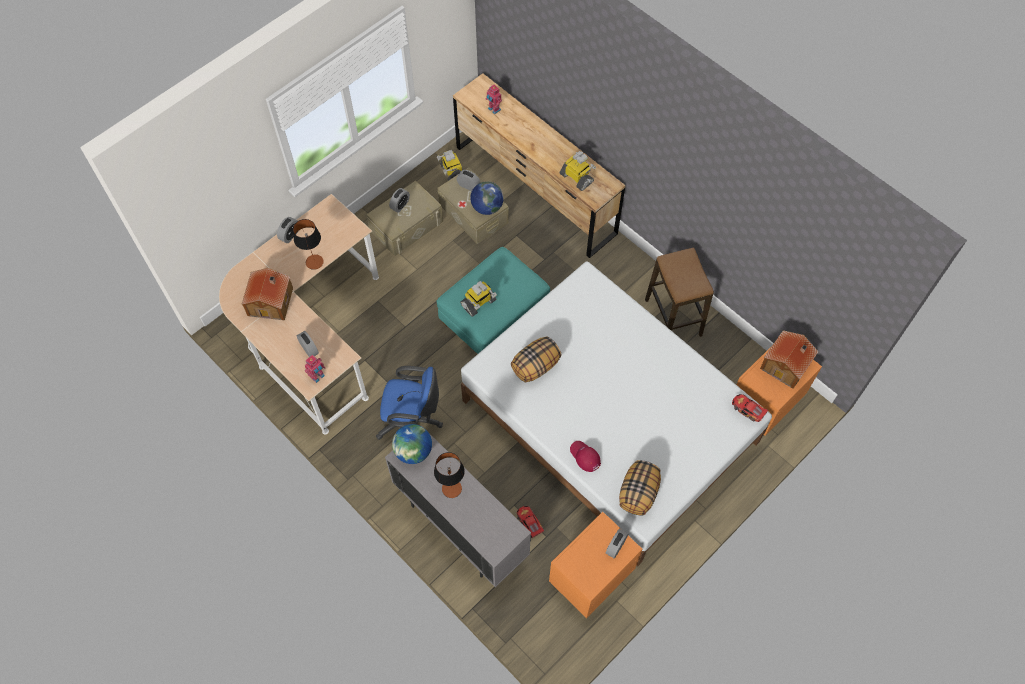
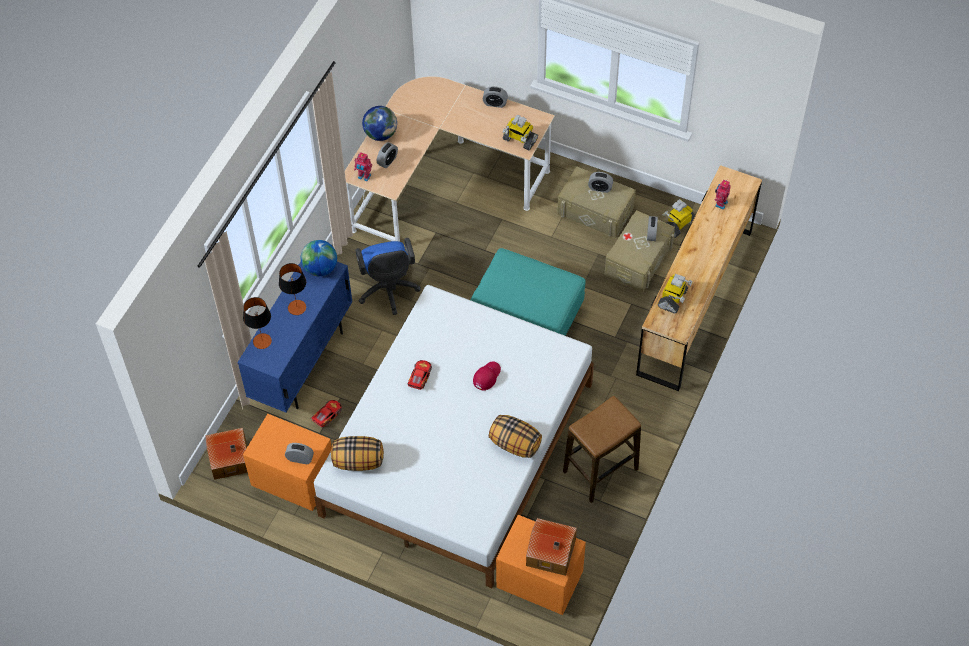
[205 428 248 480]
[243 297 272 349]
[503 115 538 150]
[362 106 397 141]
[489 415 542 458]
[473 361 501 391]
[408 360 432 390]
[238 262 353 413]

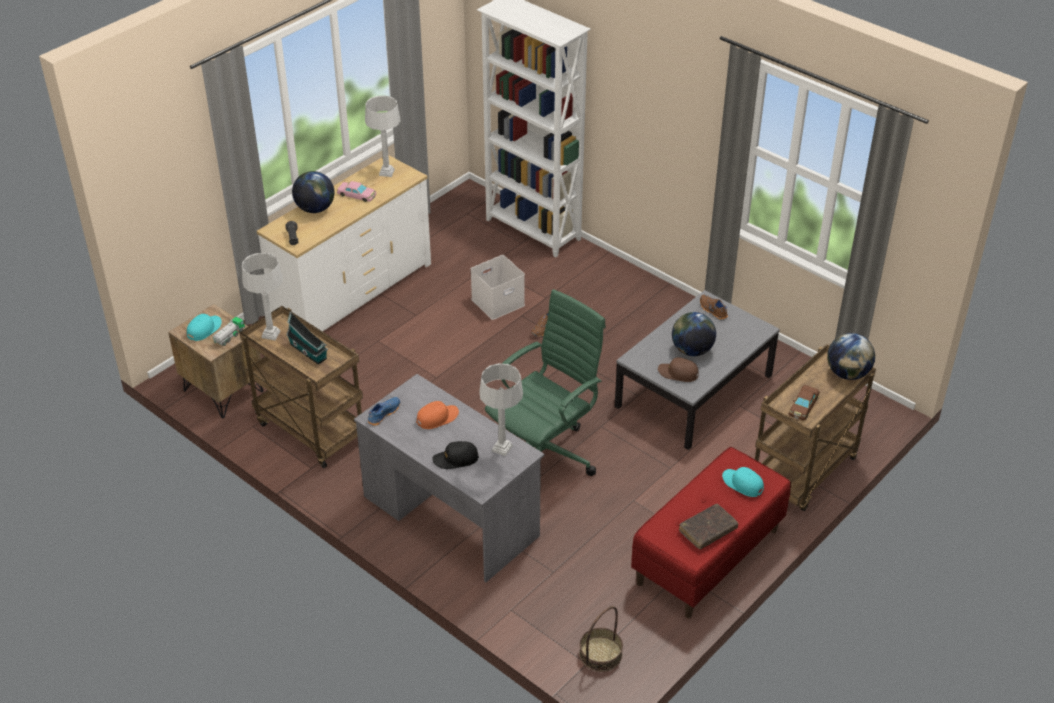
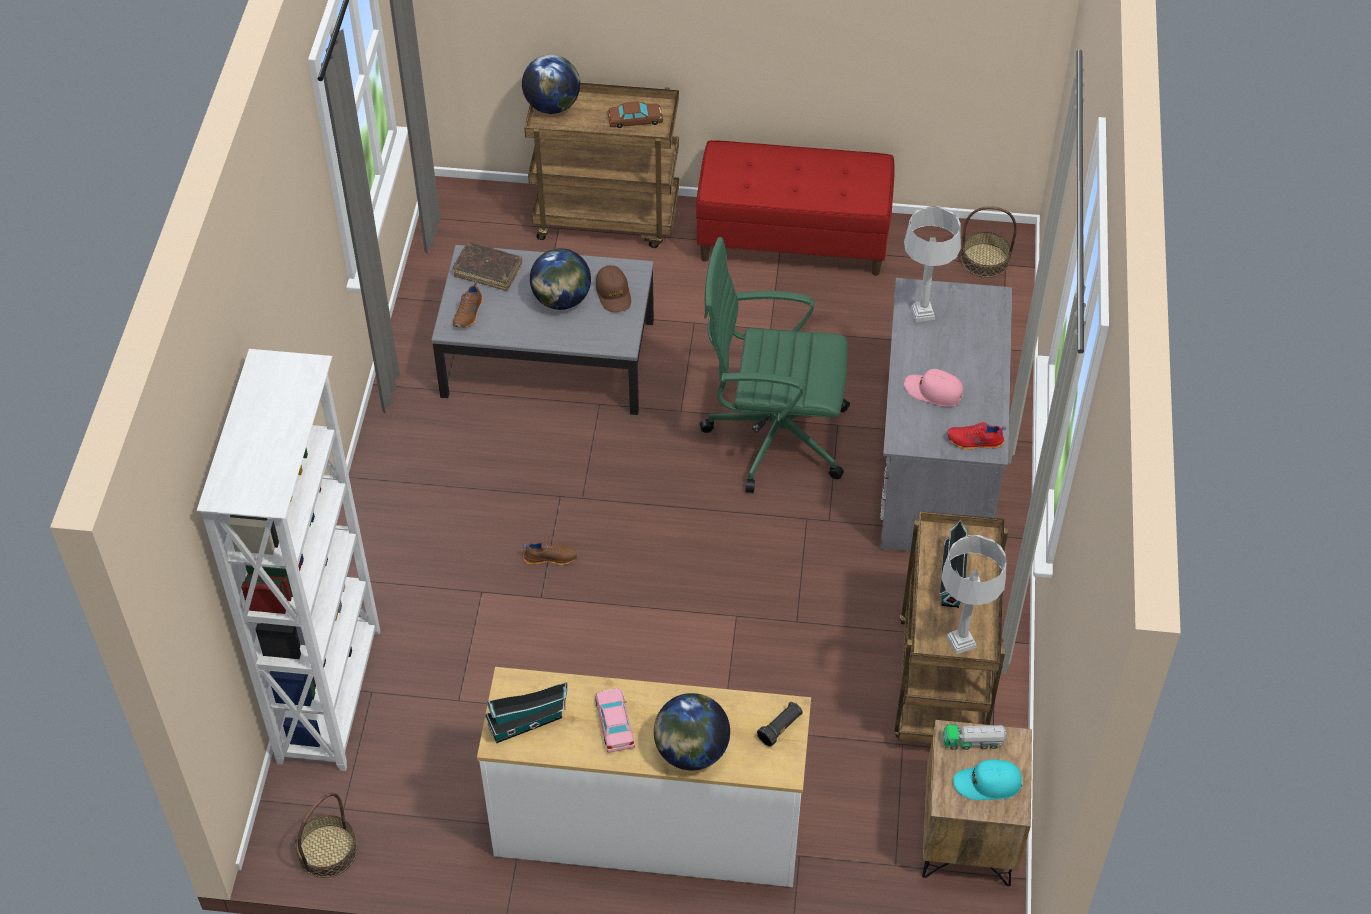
[432 441 479 469] (first image)
[471 255 525 320] (first image)
[722 467 764 497] (first image)
[295 793 357 878]
[453 241 522 291]
[485 682 568 743]
[947 422 1006 450]
[904 369 963 407]

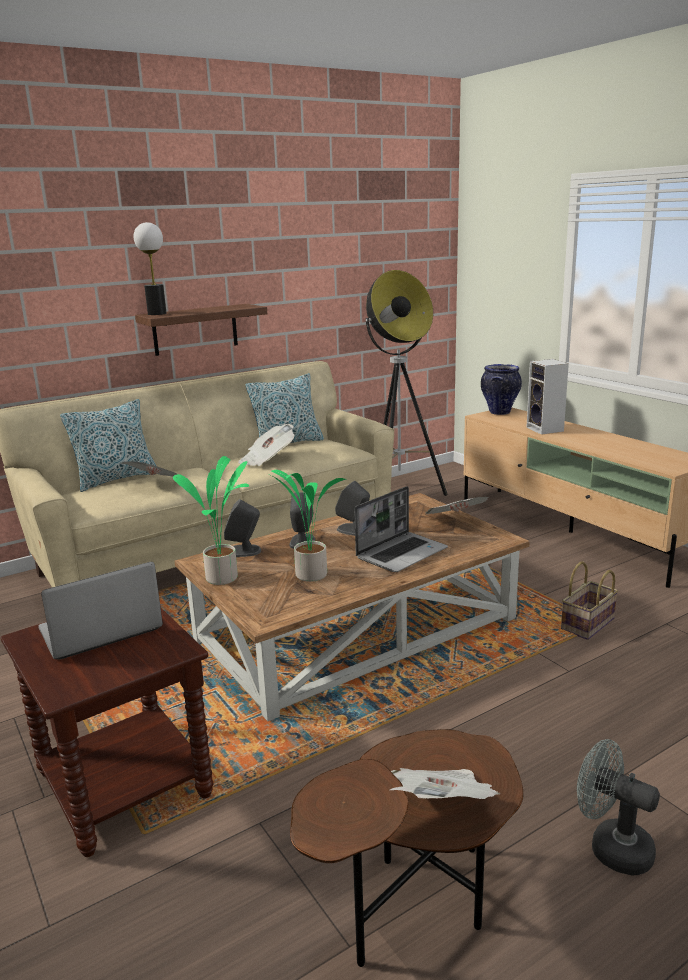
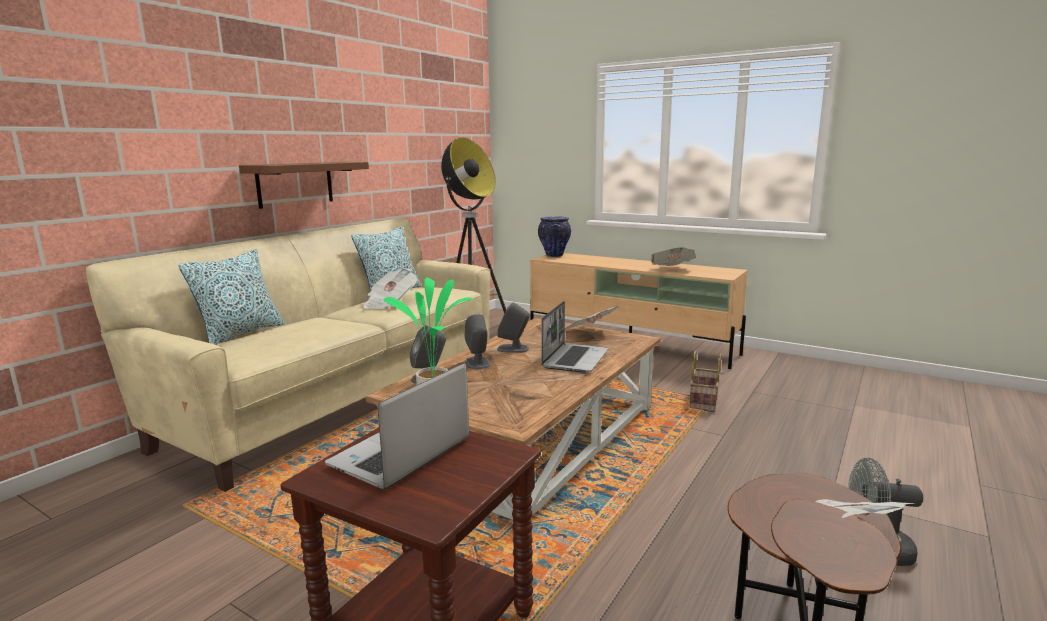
[134 222 167 315] (first image)
[268 470 347 582] (first image)
[526 359 569 435] (first image)
[651 247 696 266]

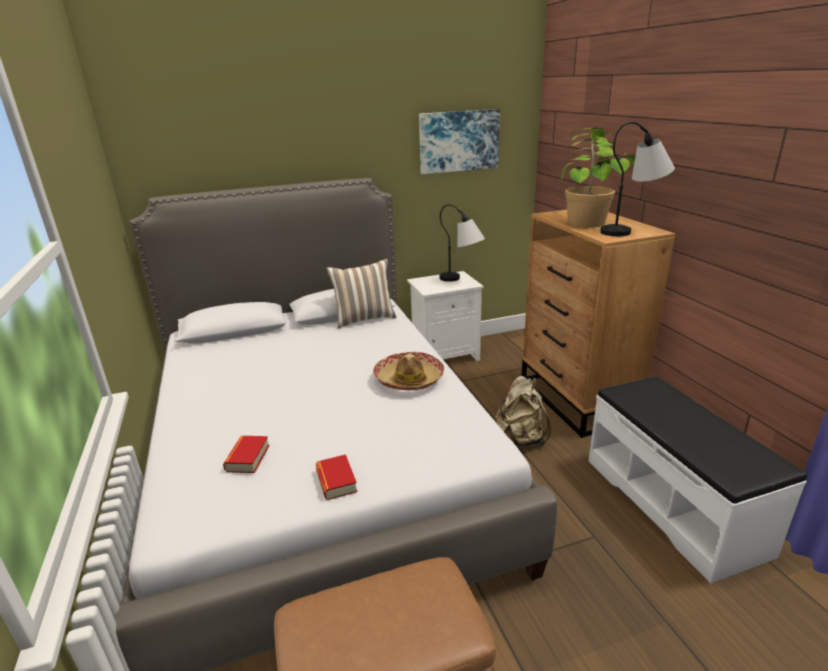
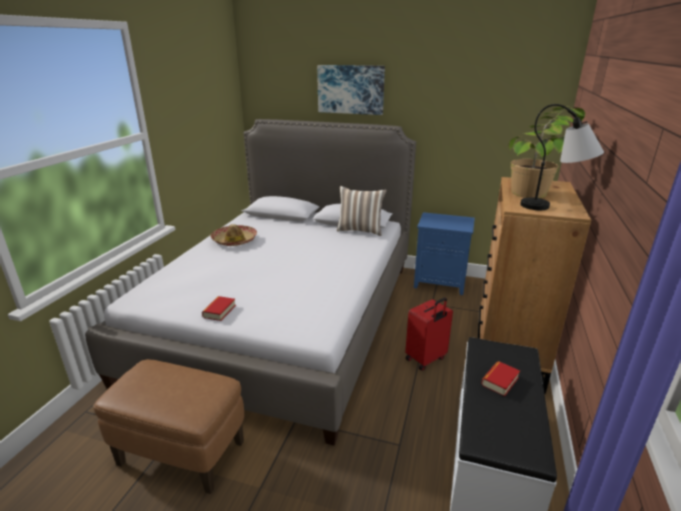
[440 204 485 282] (first image)
[481 361 520 397]
[210 224 257 246]
[317 65 385 115]
[405 297 453 371]
[414 212 475 295]

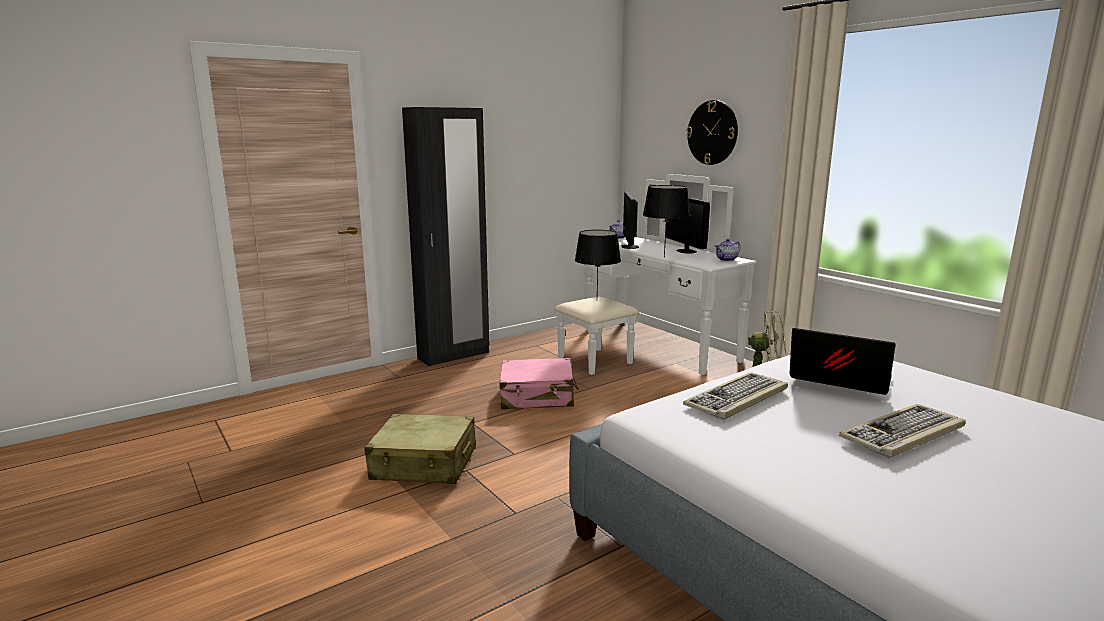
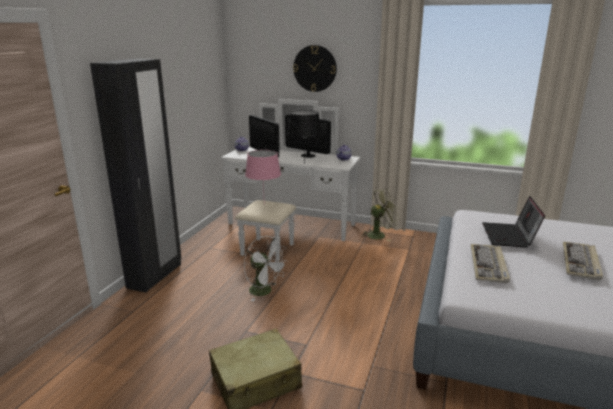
[244 236 288 301]
[245 150 281 205]
[482 196 545 248]

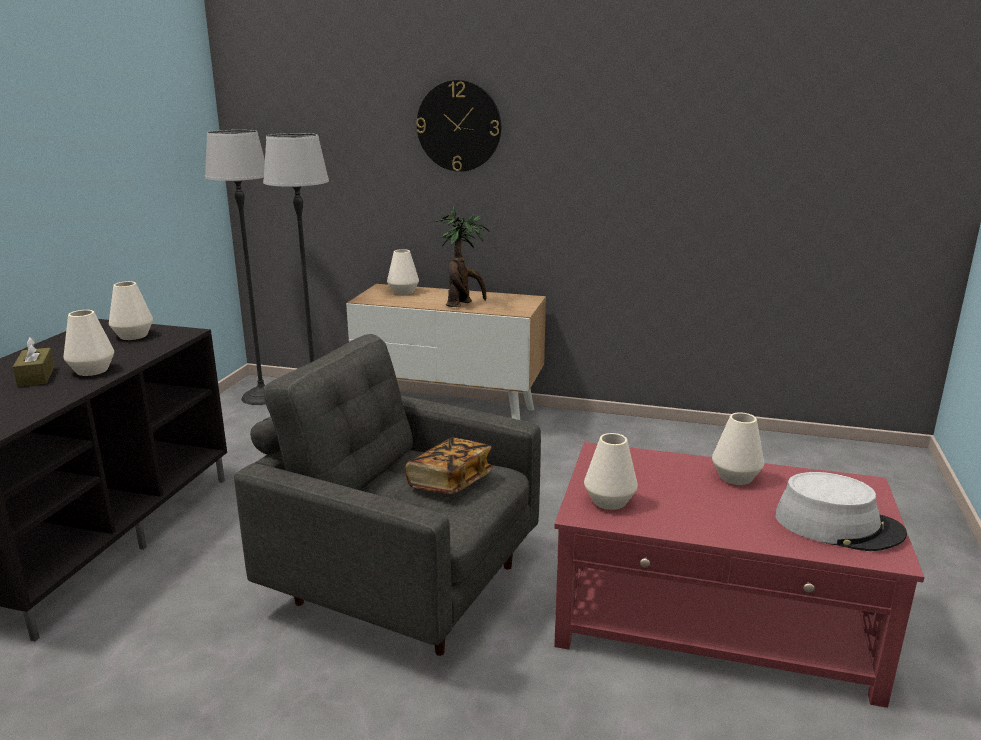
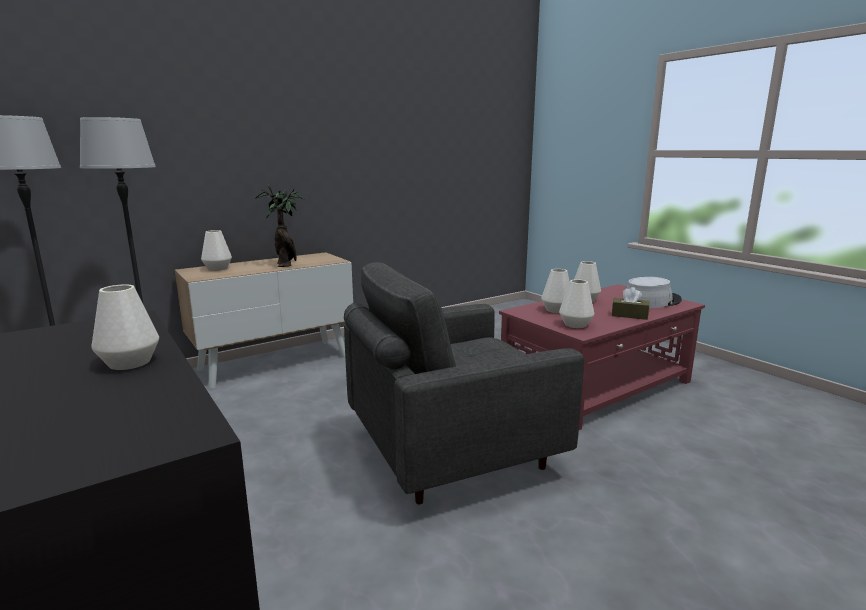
[405 437 493 494] (first image)
[416 80 501 172] (first image)
[612 287 649 320]
[541 269 570 313]

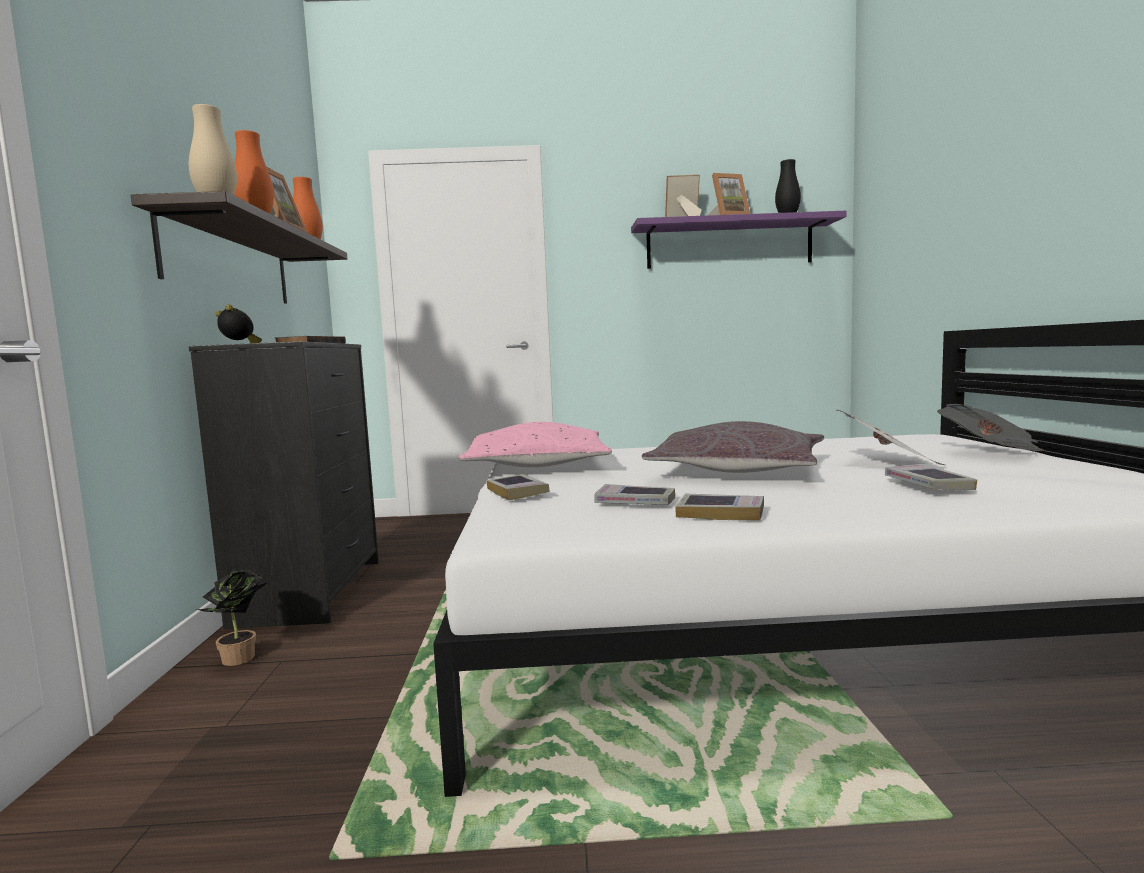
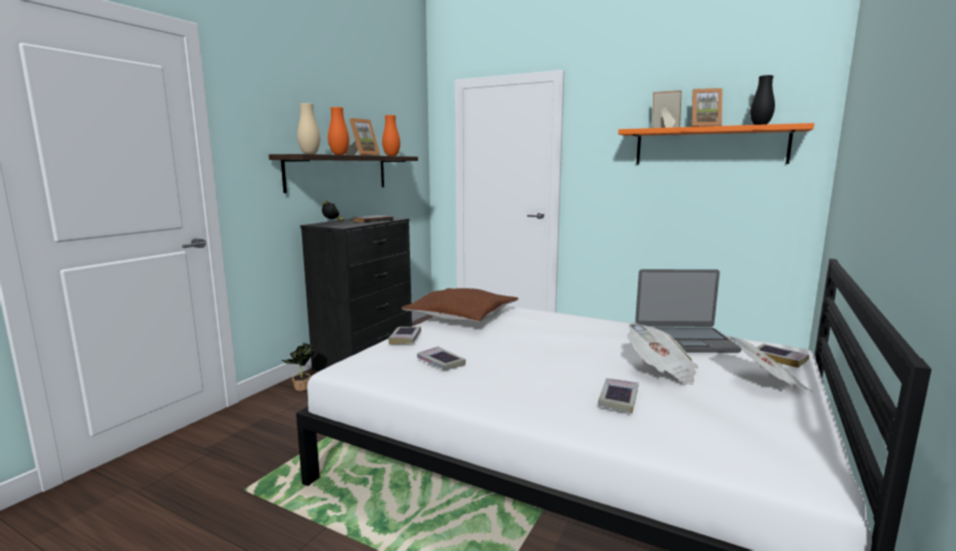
[642 421 824 473] (first image)
[635 269 741 353]
[757 343 809 368]
[401 288 518 323]
[618 123 814 164]

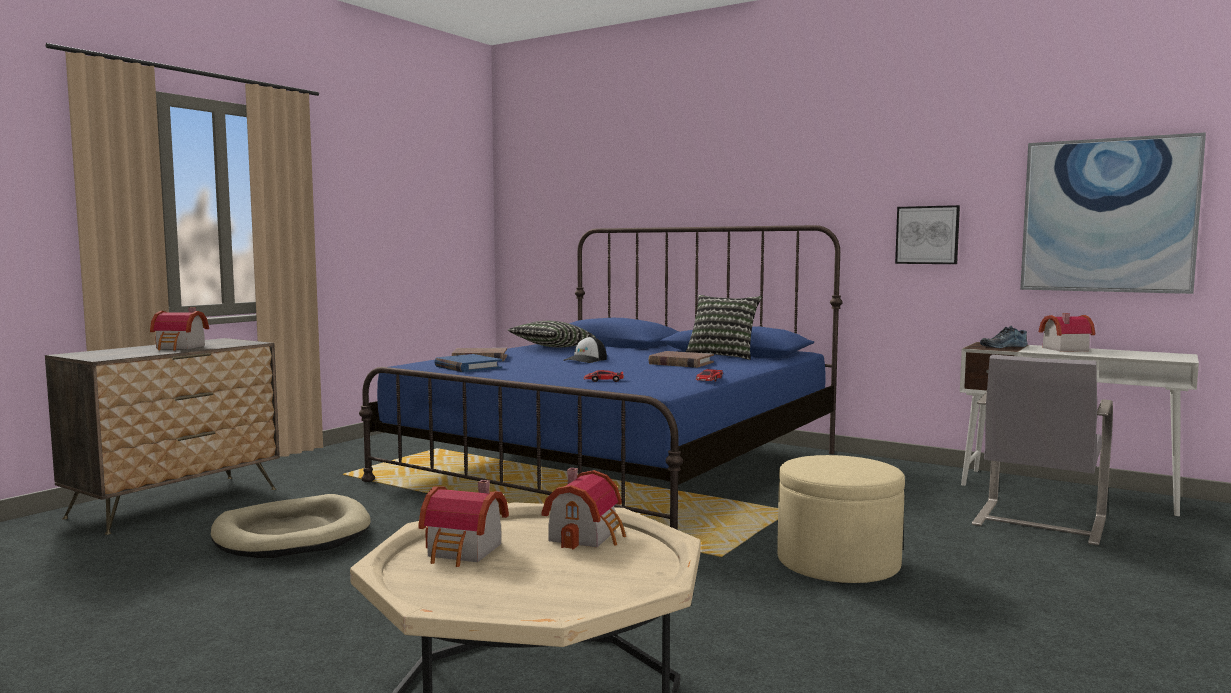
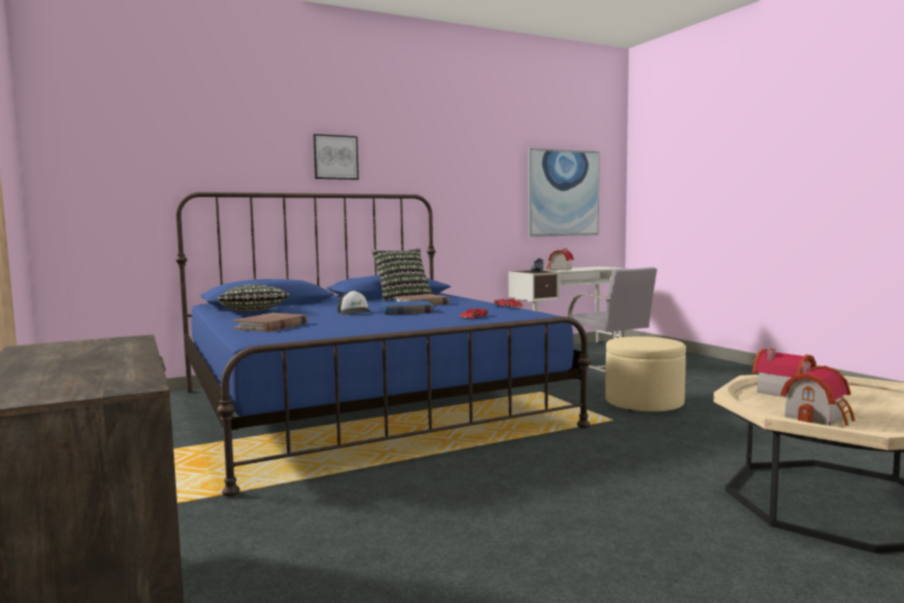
[150 307 209 350] (first image)
[211 494 371 558] (first image)
[381 301 434 315]
[313 134 359 180]

